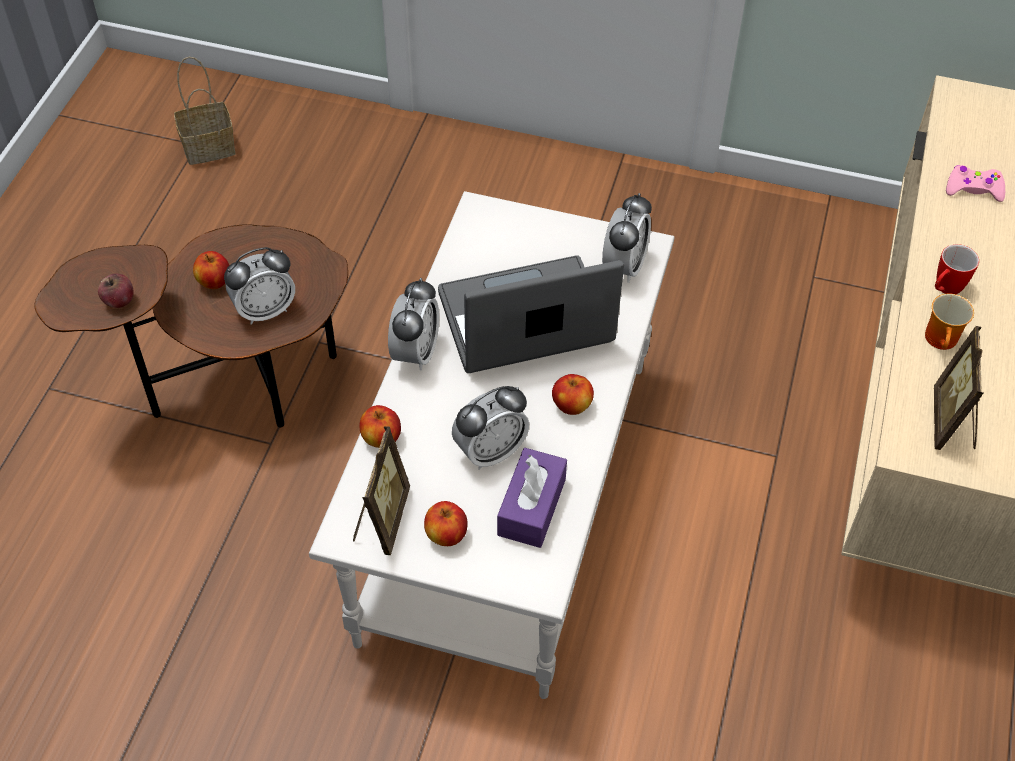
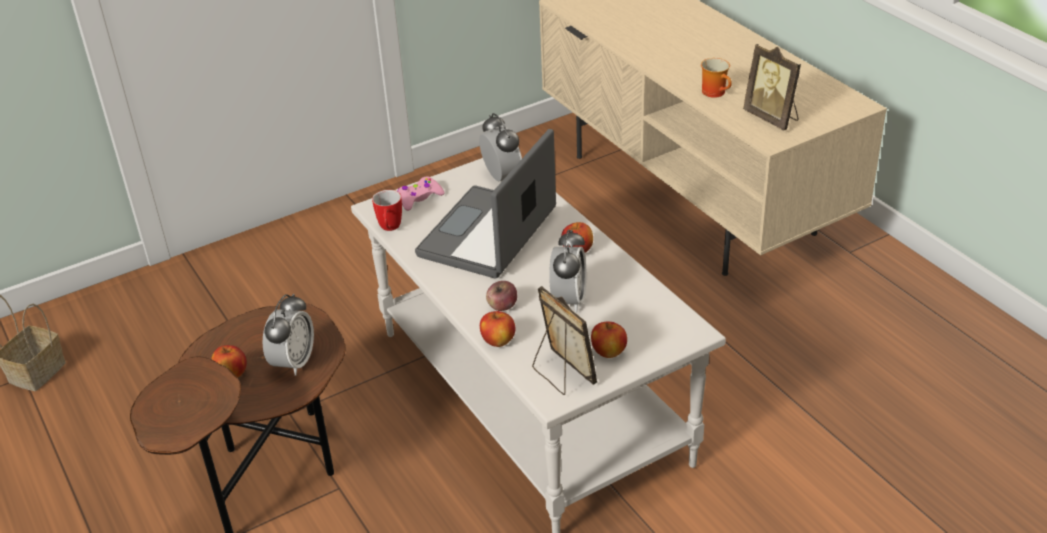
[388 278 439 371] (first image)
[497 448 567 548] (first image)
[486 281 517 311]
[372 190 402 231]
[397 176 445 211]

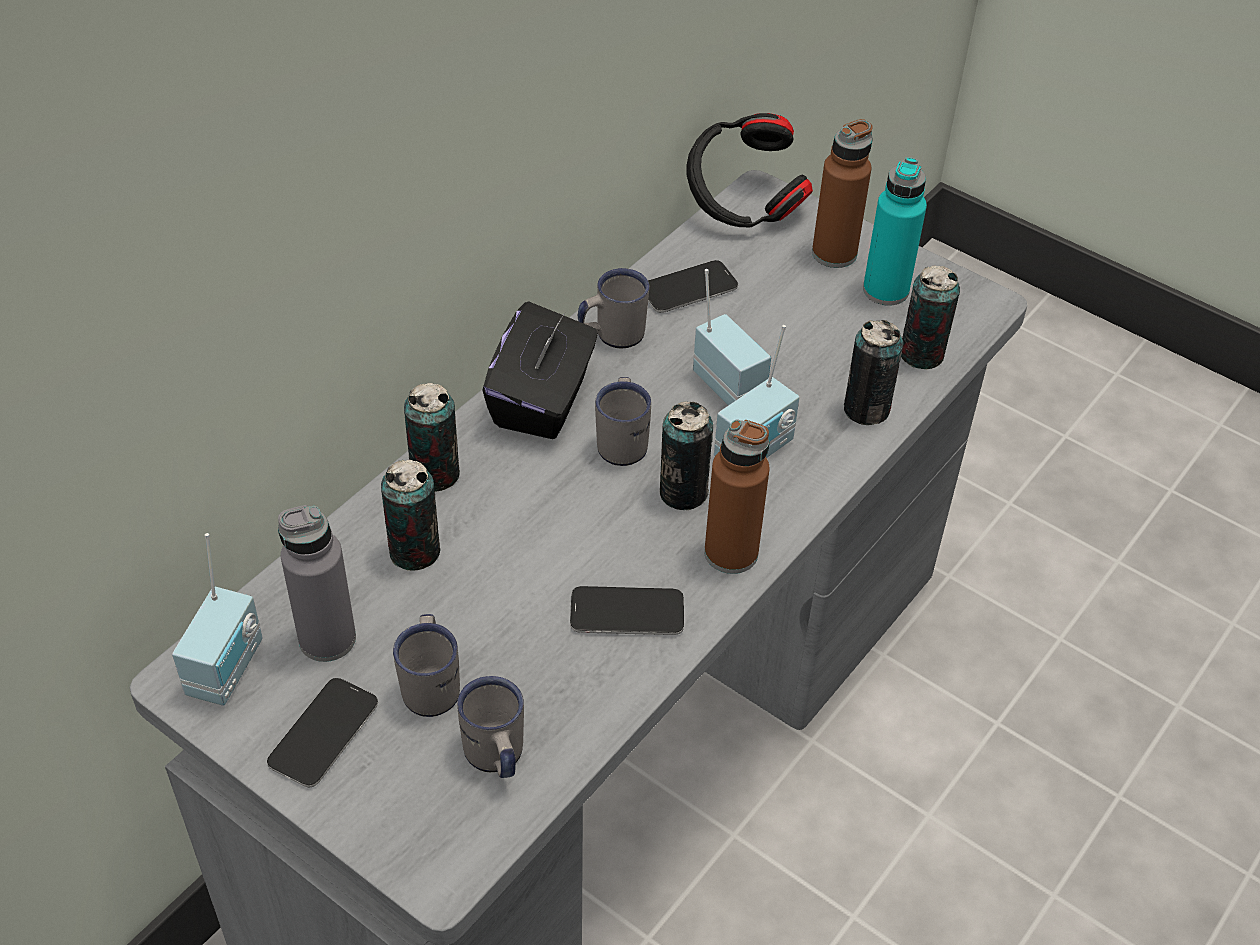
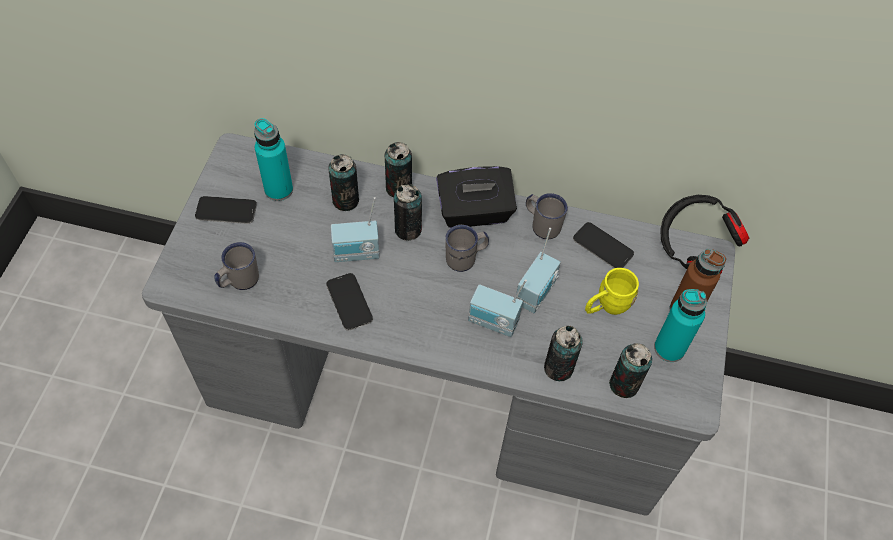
[393 614 460 717] (first image)
[704 419 770 574] (first image)
[585 268 639 315]
[331 197 379 262]
[394 184 422 241]
[254 118 293 201]

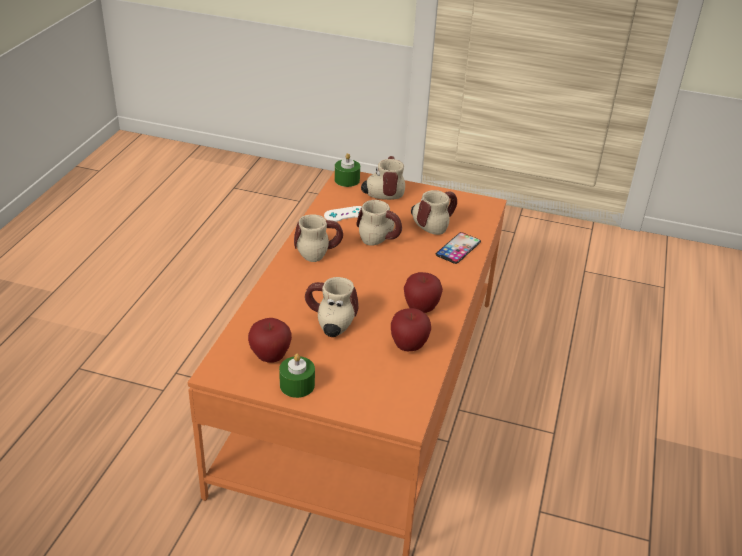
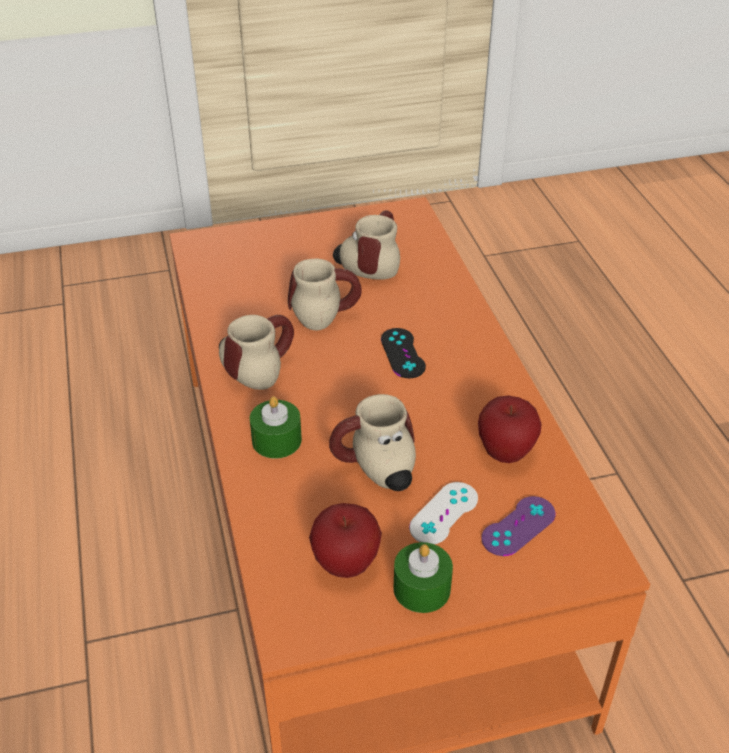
[361 156 405 200] (first image)
[404 272 443 313] (first image)
[436 232 481 264] (first image)
[381 328 426 378]
[481 496 556 556]
[409 482 478 544]
[250 396 302 459]

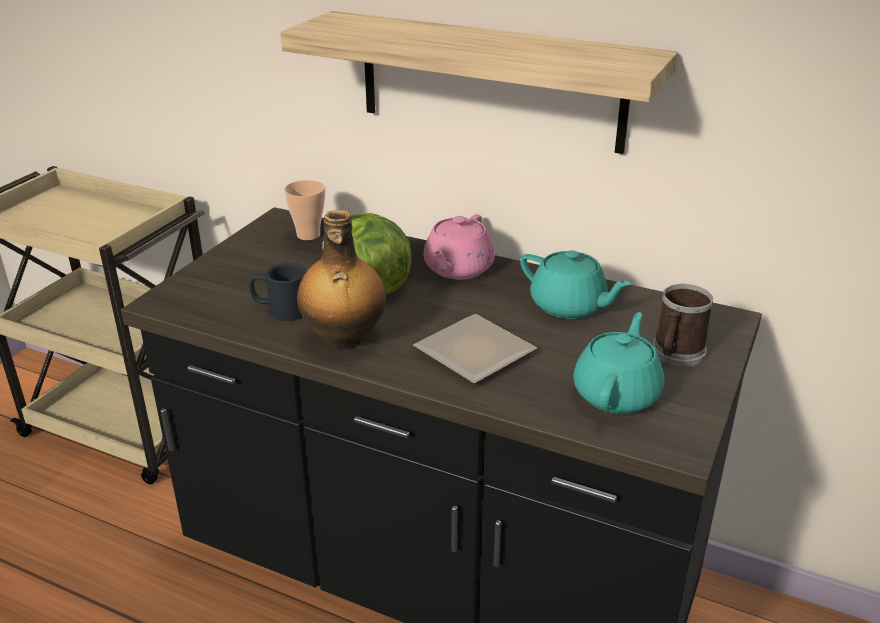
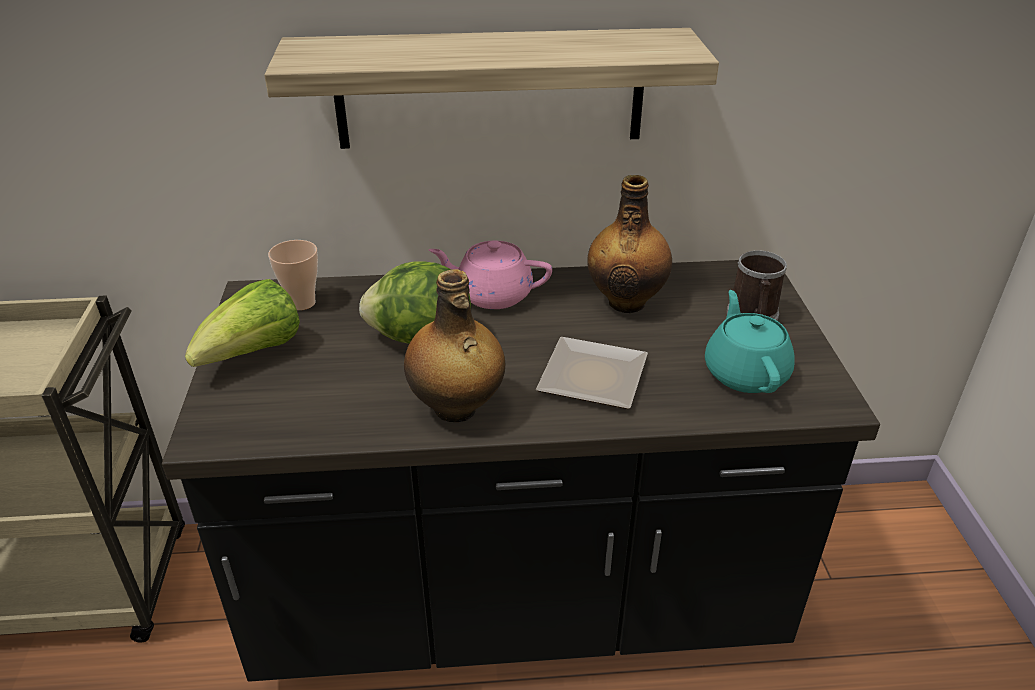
[249 262 307 321] (first image)
[185 279 300 367]
[587 175 672 313]
[429 241 552 309]

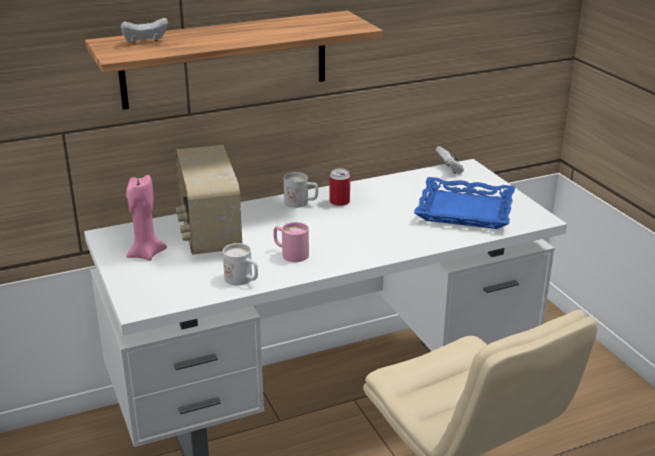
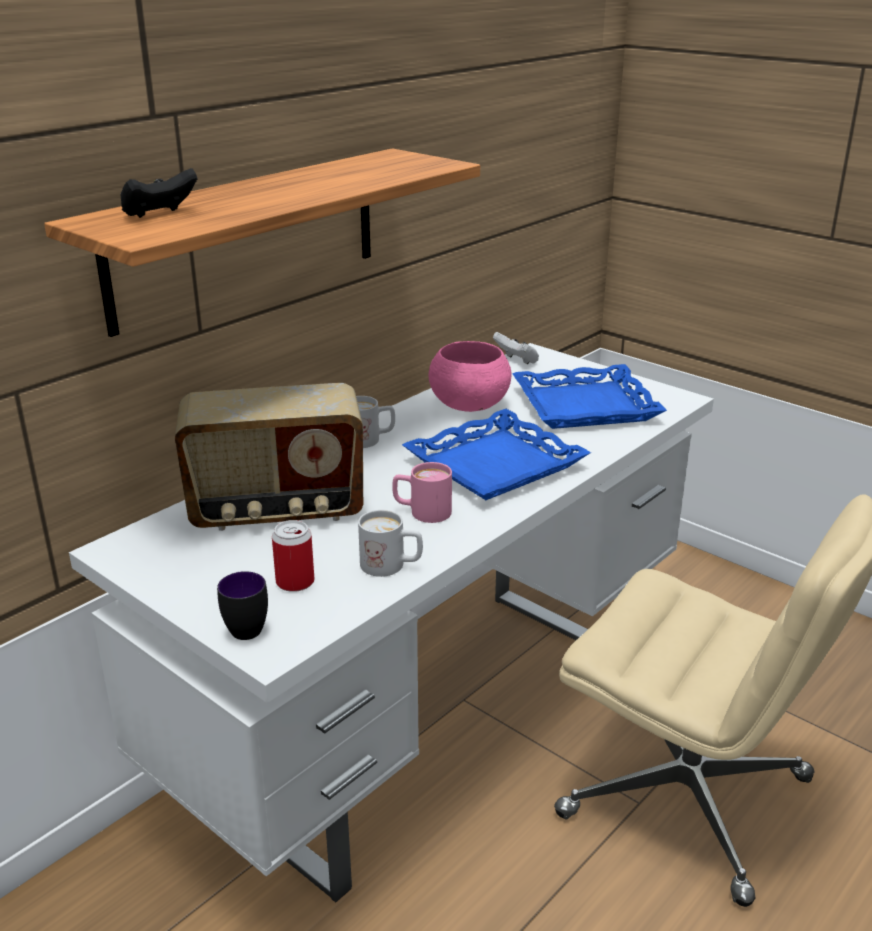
[126 175 167 261] (first image)
[217 571 268 640]
[402 409 591 500]
[429 341 512 412]
[272 520 314 592]
[121 168 197 218]
[175 383 363 531]

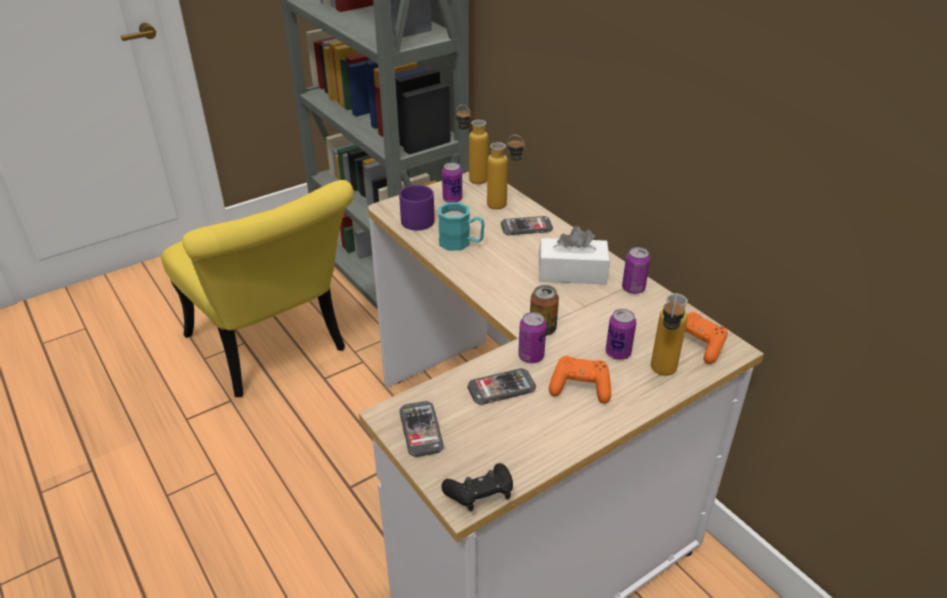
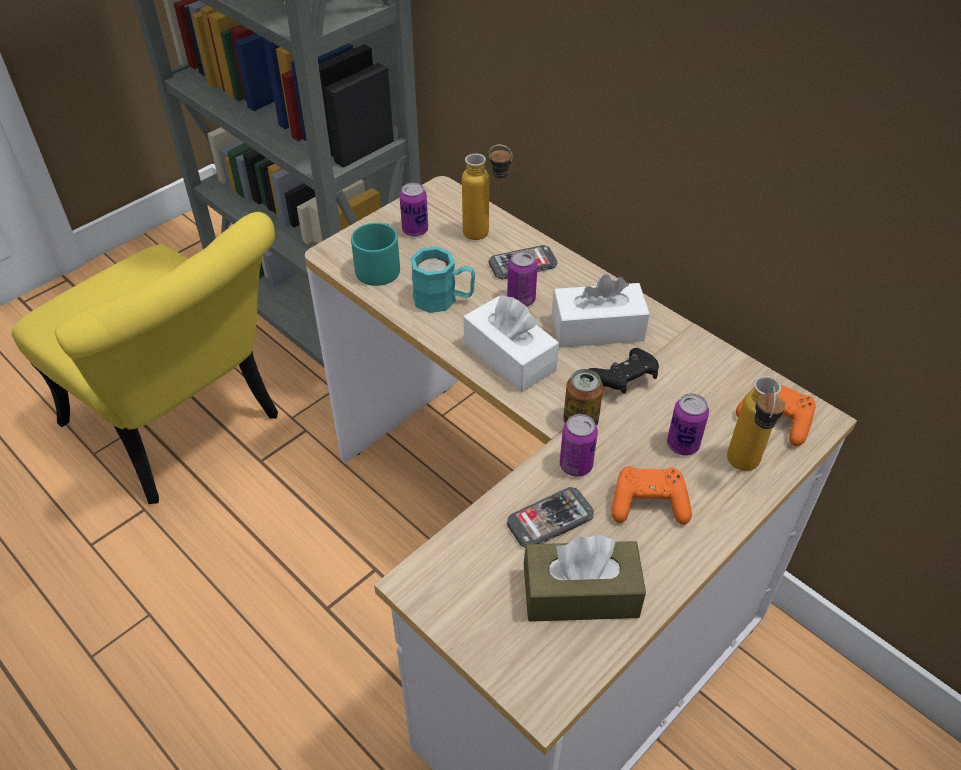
[399 401 444 457] (first image)
[456 105 488 184] (first image)
[464 295 559 392]
[524 535 646 622]
[589 348 659 394]
[507 251 538 307]
[351 223 400 286]

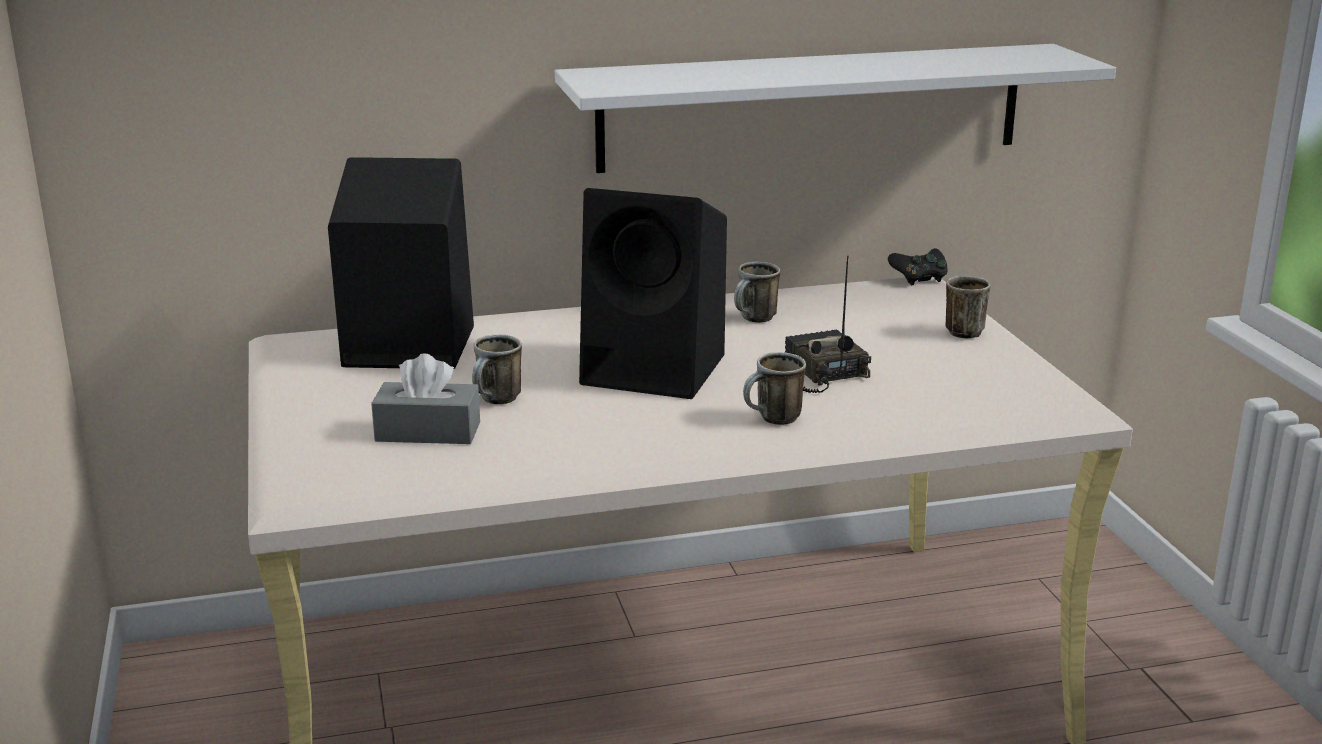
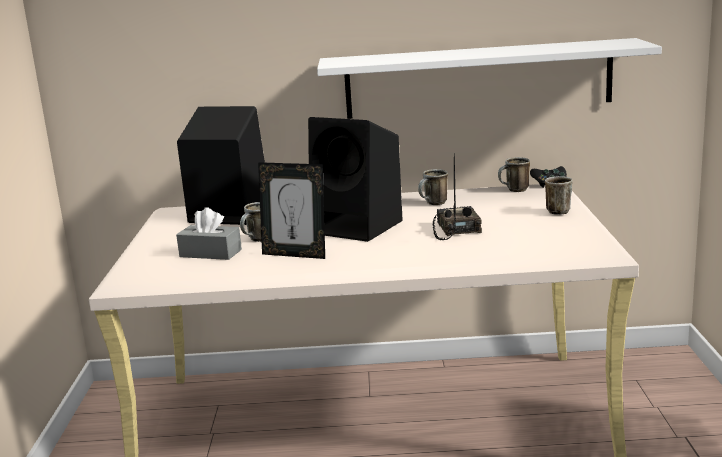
[258 162 325 259]
[498 157 530 192]

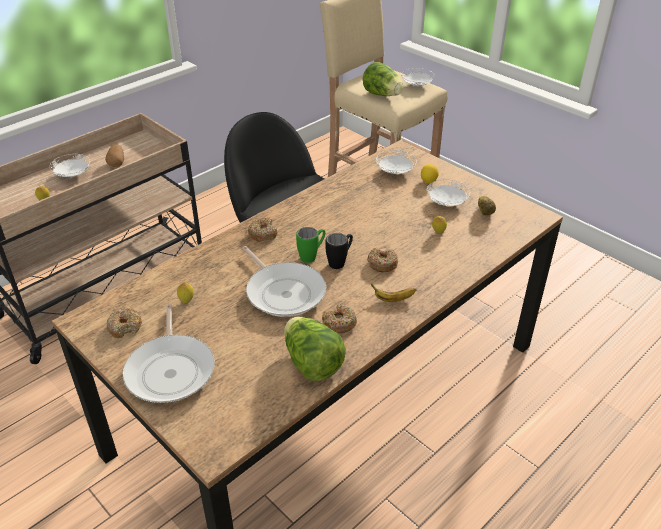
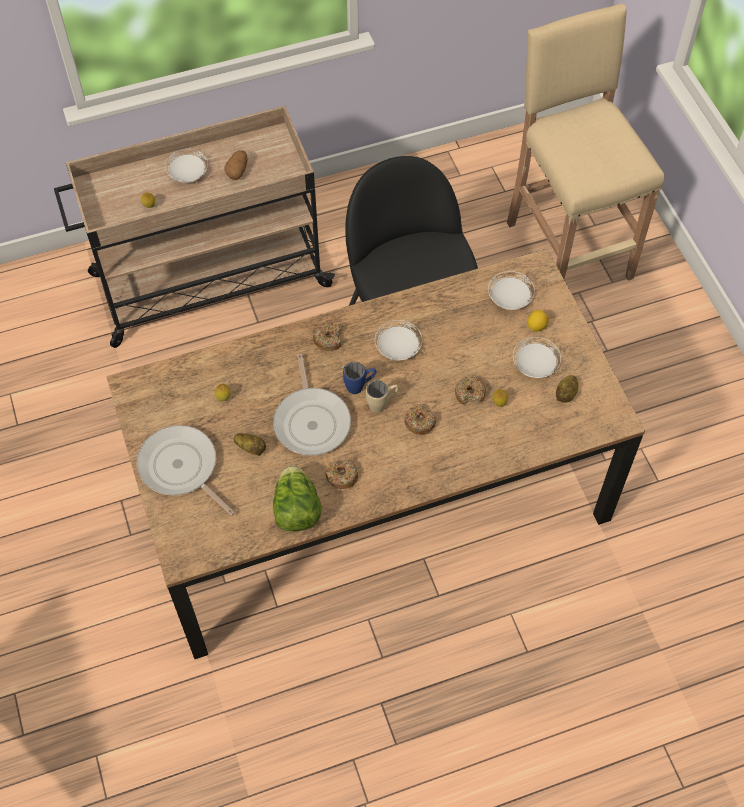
[363 62 403 96] (first image)
[371 284 416 302] (first image)
[234 433 266 456]
[455 376 486 405]
[375 320 422 361]
[343 362 376 394]
[366 380 399 413]
[137 425 235 516]

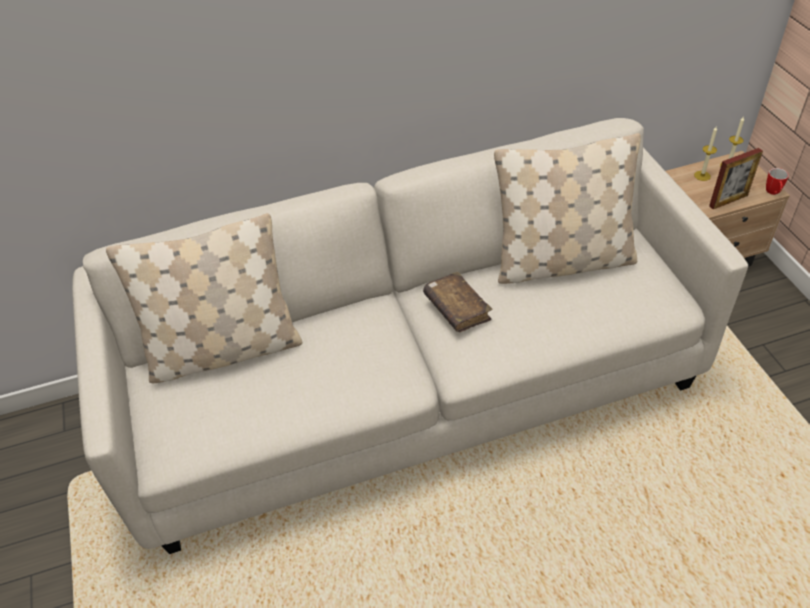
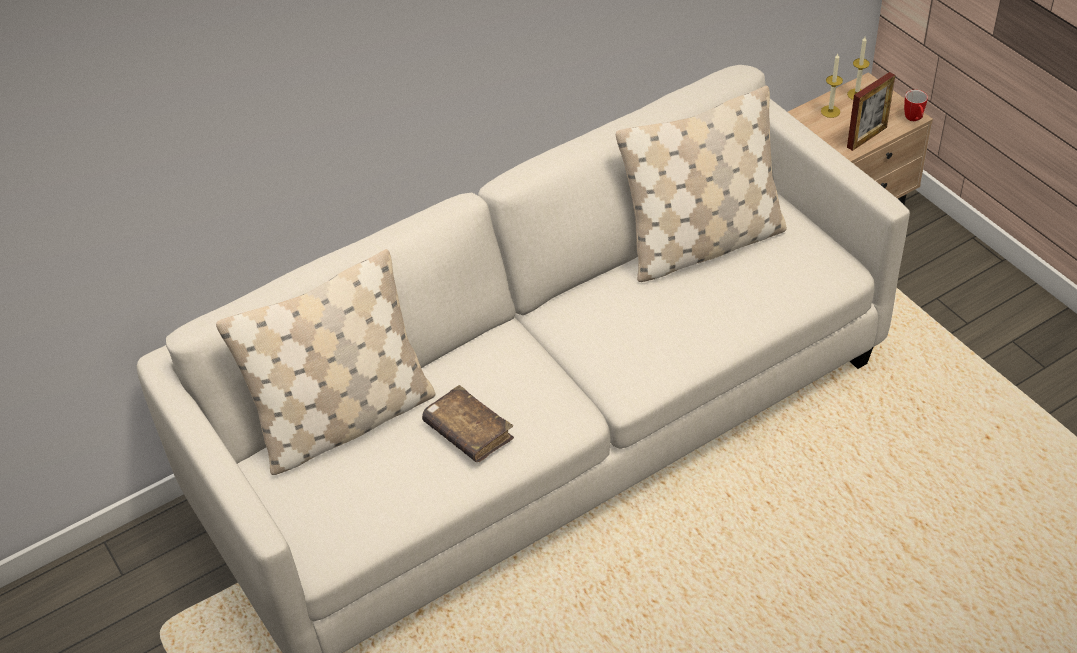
[422 385 514 462]

